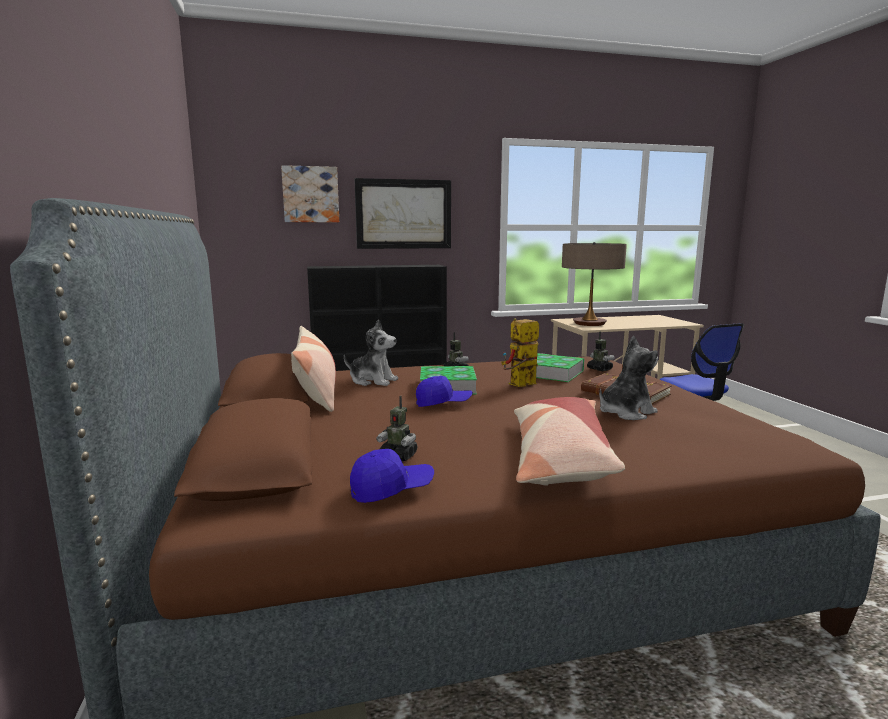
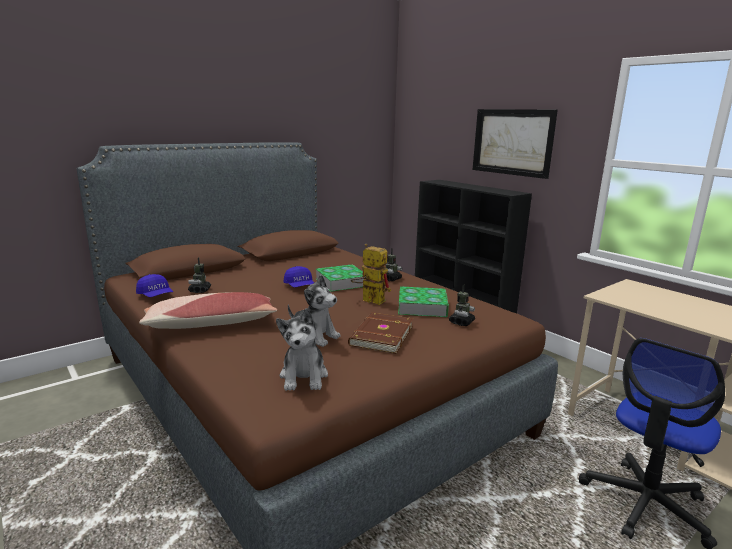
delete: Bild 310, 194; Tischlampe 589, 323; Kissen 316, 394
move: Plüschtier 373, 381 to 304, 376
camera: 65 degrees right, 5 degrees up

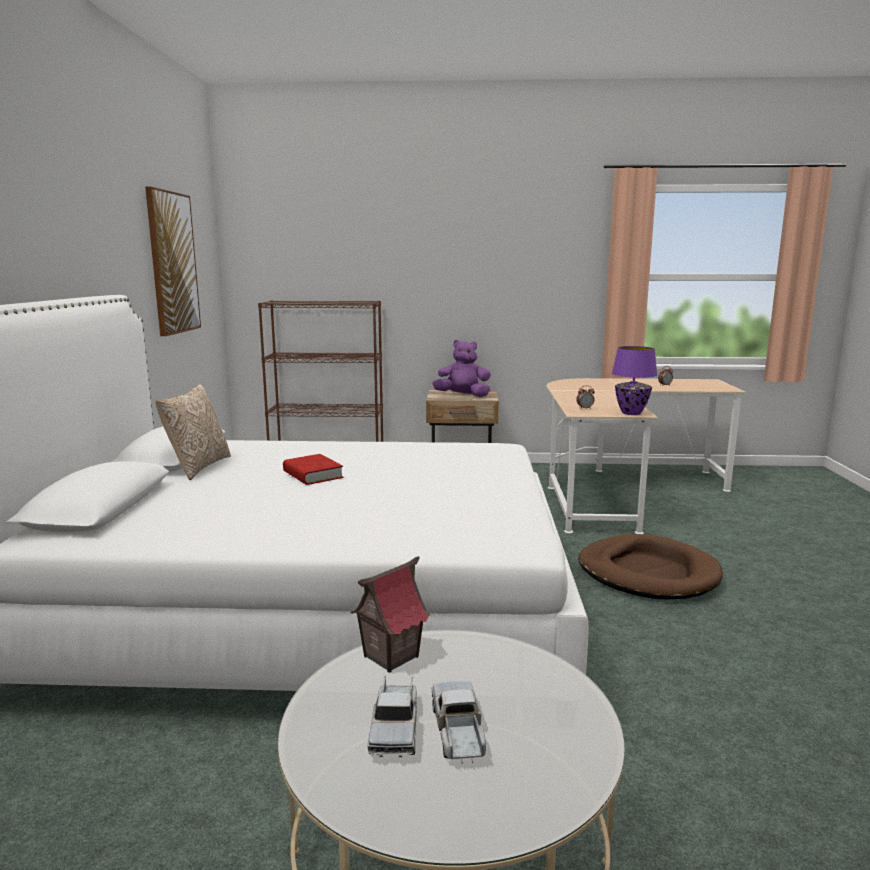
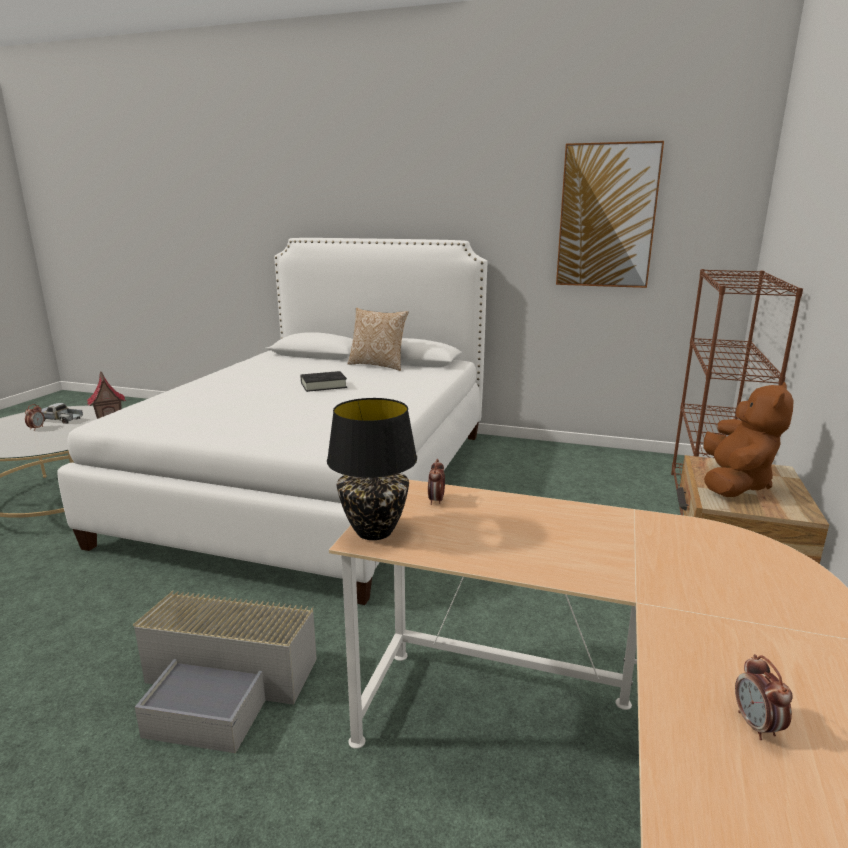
replace: Hundebett (braun) 647, 573 to Aufbewahrungsbox (grau) 226, 685; Spielzeuglaster 458, 732 to Wecker 36, 428
recolor: Plüschtier (lila) 463, 396 to Plüschtier (braun) 734, 484; Tischlampe (lila) 631, 413 to Tischlampe (schwarz) 374, 532; Buch (rot) 312, 475 to Buch (schwarz) 323, 385
camera: 105 degrees right, 5 degrees up

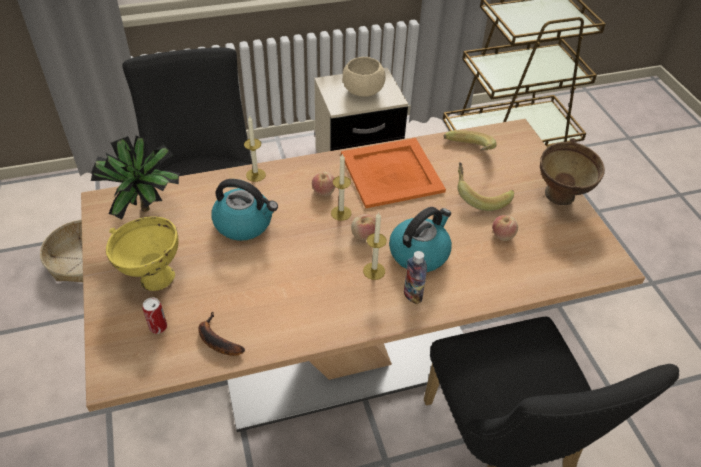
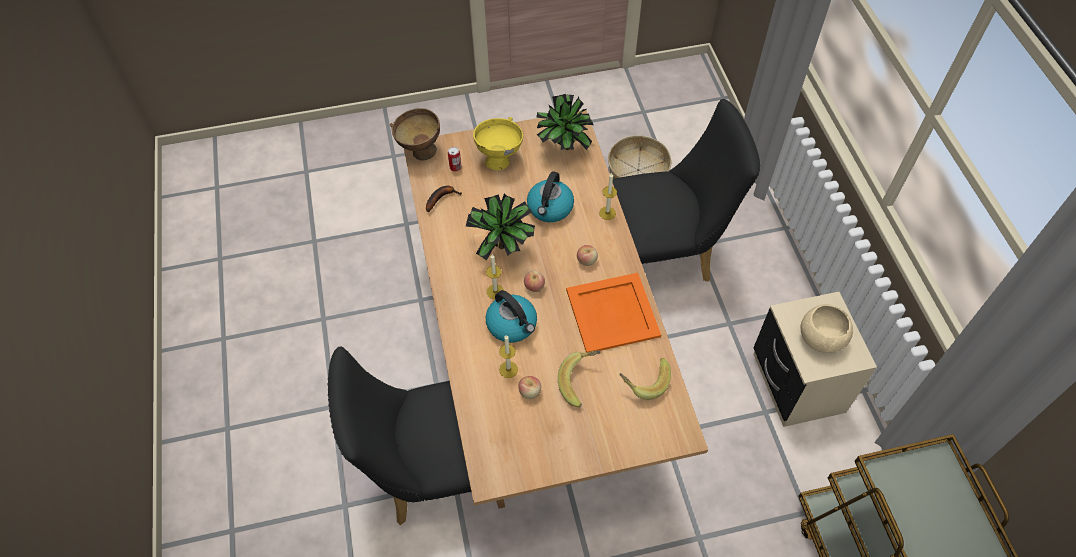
delete: Flasche 412, 295
insert: Topfpflanze 503, 250
move: Schüssel (braun) 560, 200 to 419, 151; Kerze 341, 213 to 508, 369
camera: 95 degrees right, 10 degrees up

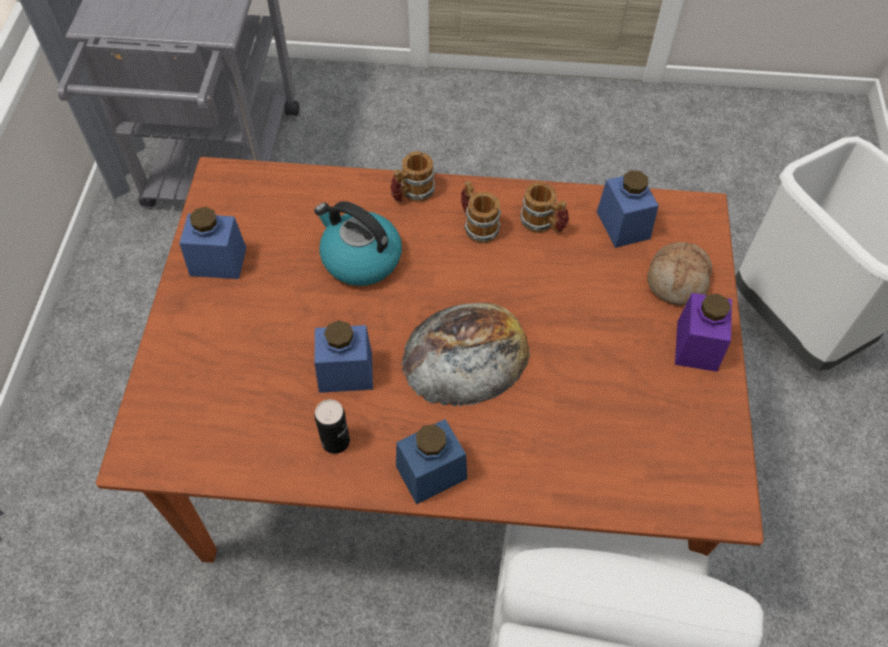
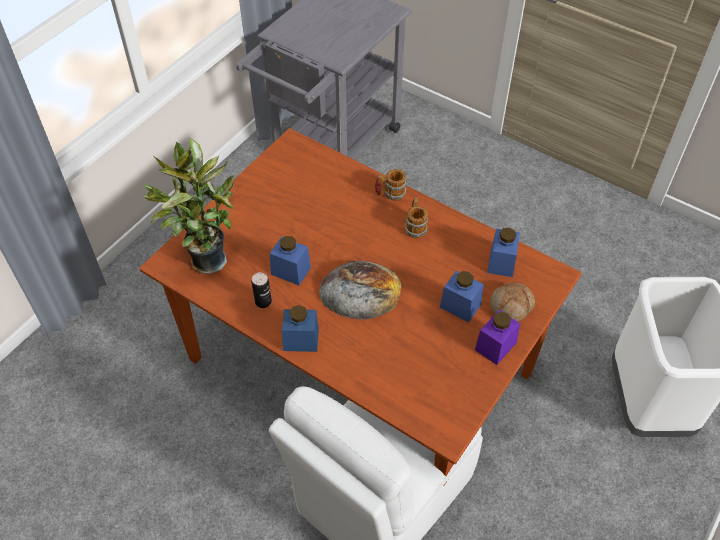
delete: Henkelbecher 543, 224; Wasserkessel 360, 258
insert: Topfpflanze 205, 259
move: Vorratsglas (blau) 218, 261 to 460, 305
camera: 30 degrees right, 5 degrees down

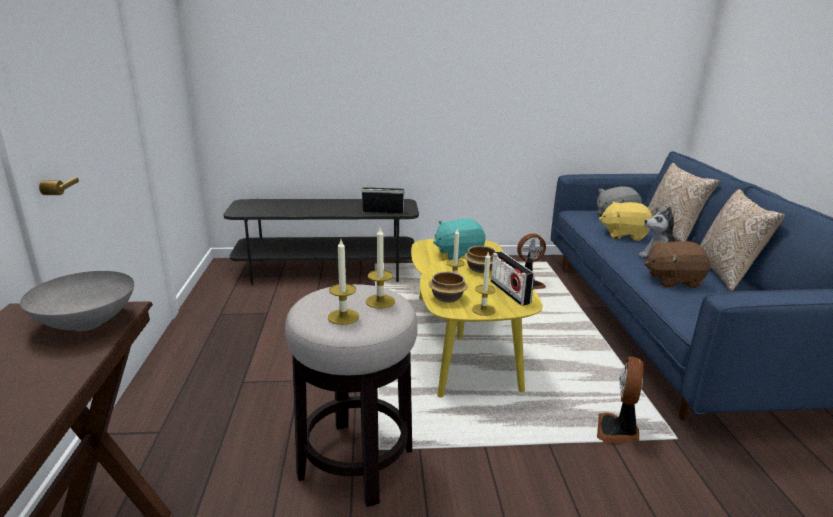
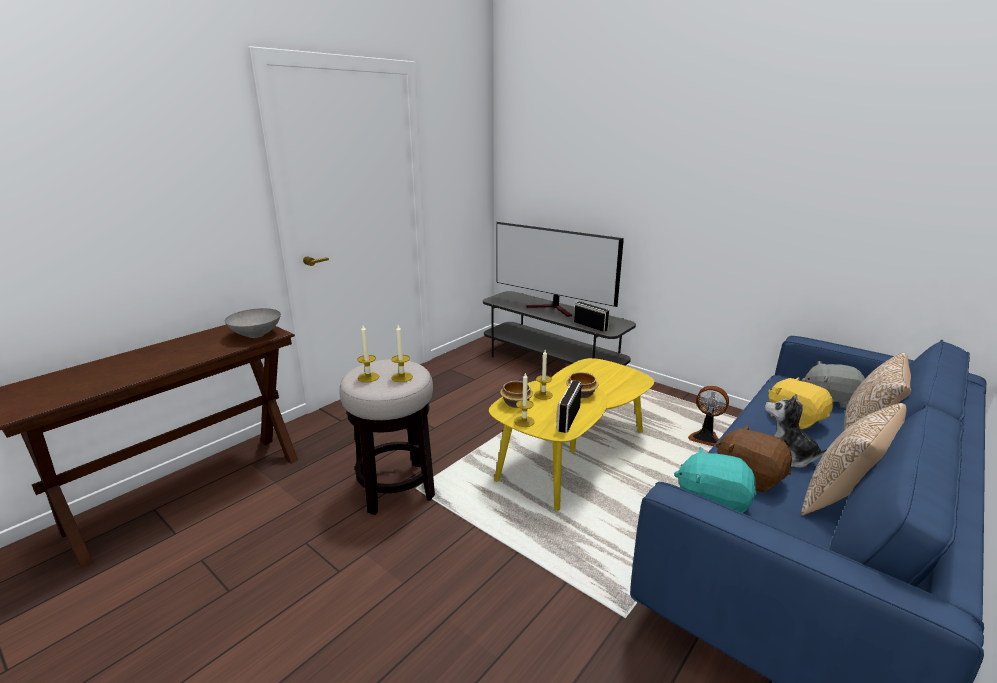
delete: Ventilator 618, 431
insert: Fernseher 553, 309
move: Plüschtier (türkis) 458, 254 to 712, 501
camera: 45 degrees right, 0 degrees up

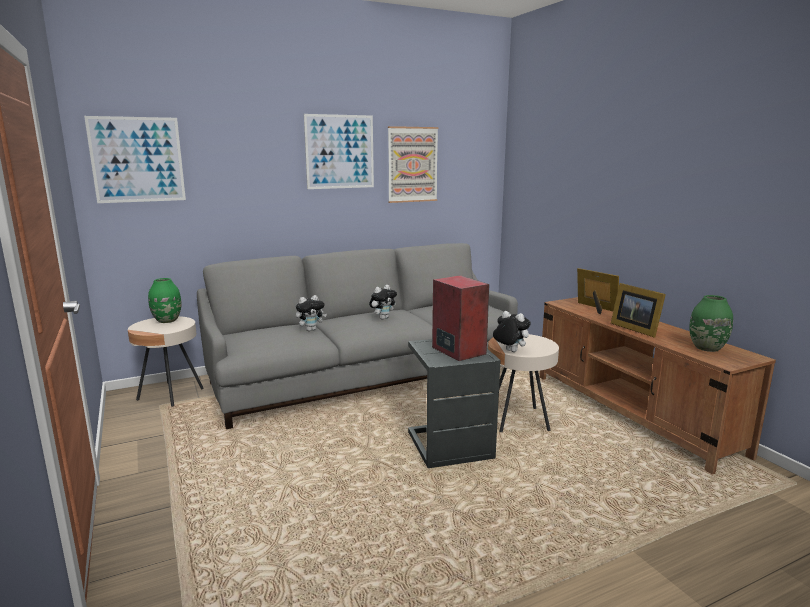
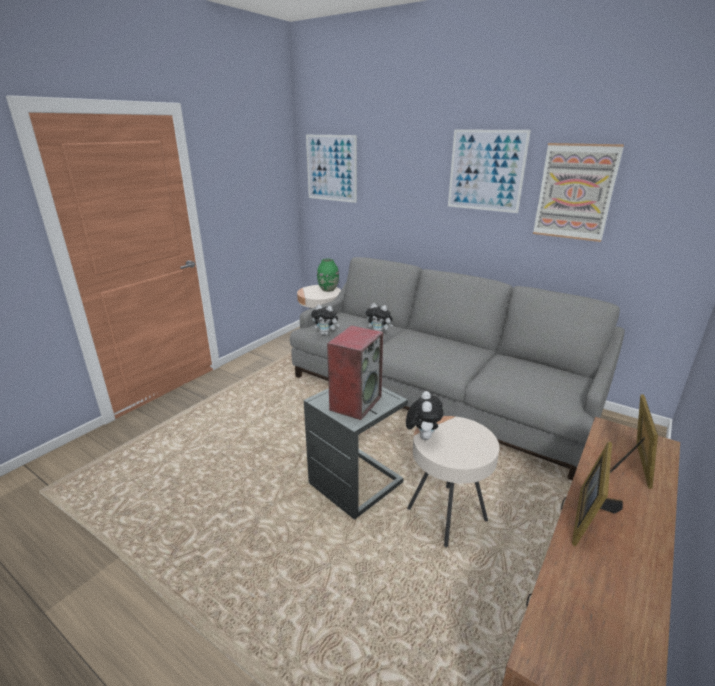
delete: Vase (grün) 706, 348
move: Plüschtier 383, 318 to 326, 334
camera: 60 degrees right, 10 degrees up

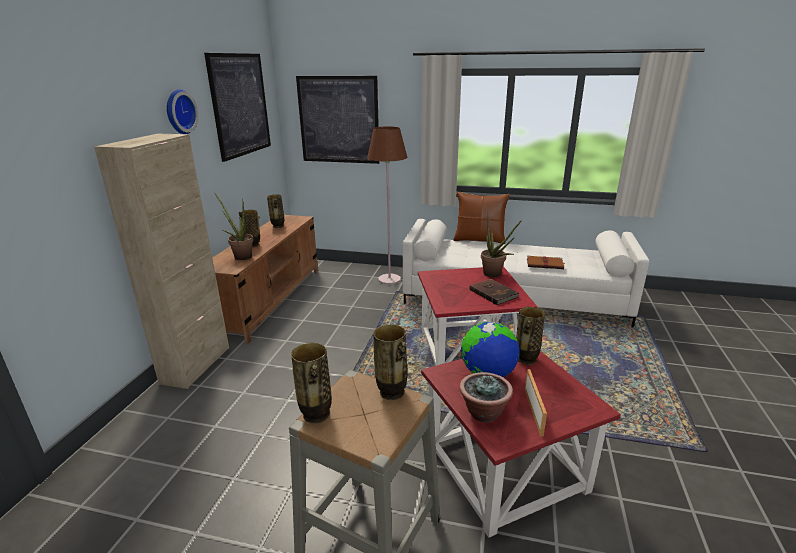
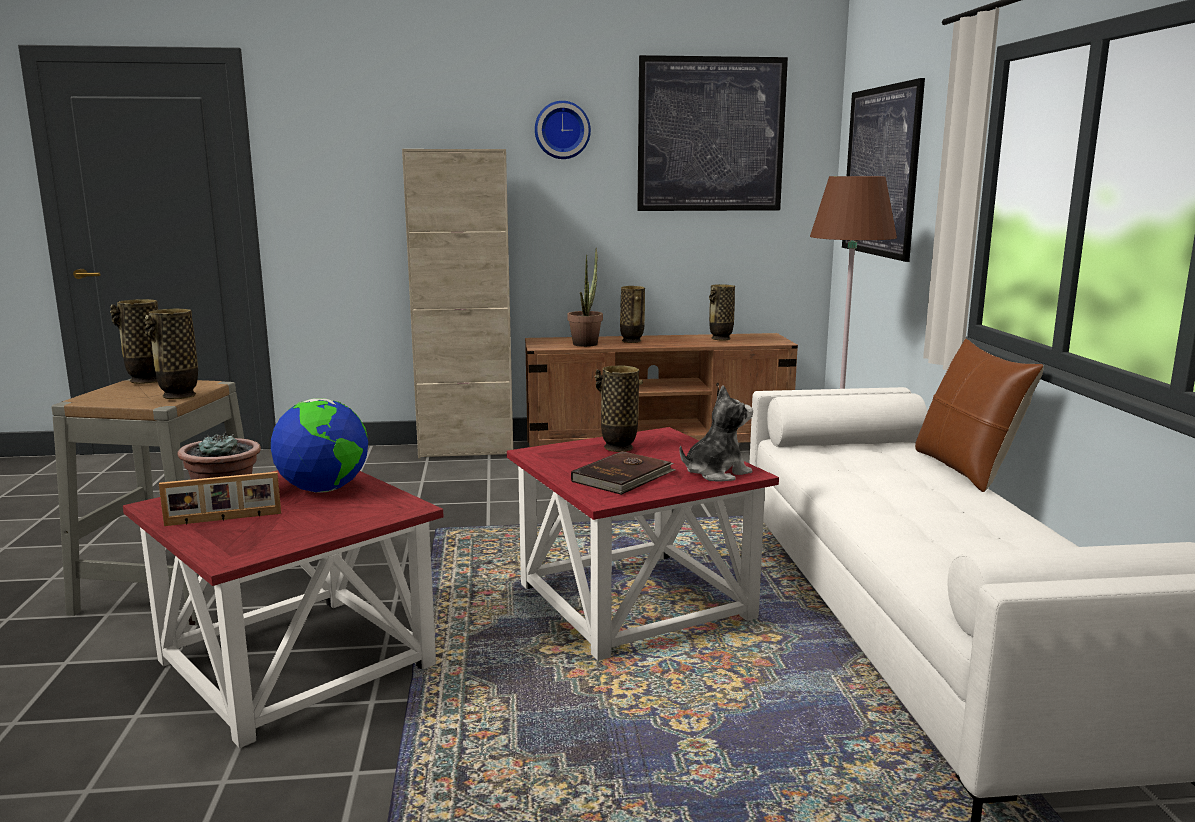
delete: Buch (braun) 545, 264
move: Vase 526, 359 to 618, 448
replace: Topfpflanze 495, 275 to Plüschtier 715, 473
camera: 70 degrees right, 10 degrees down

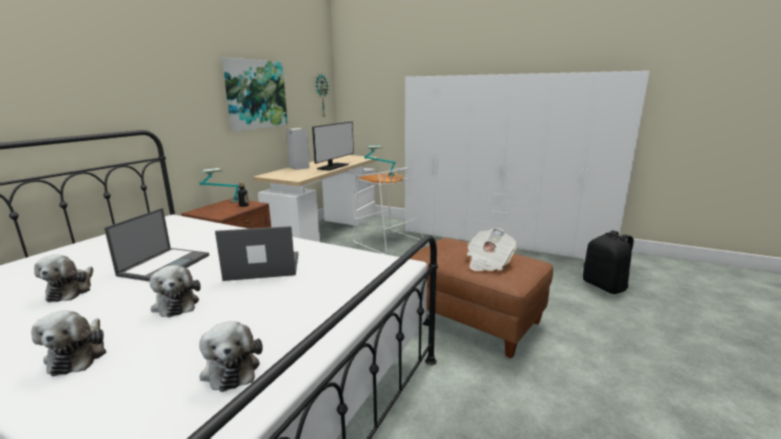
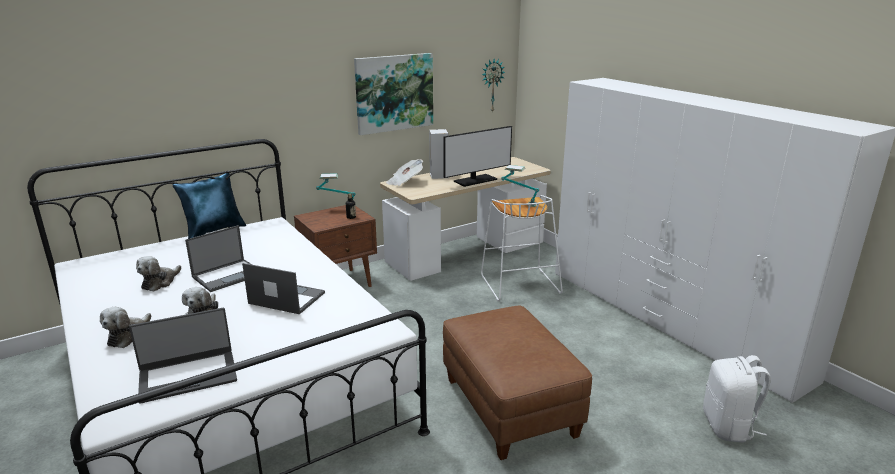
insert: Kissen (blau) 214, 231
move: Zeitung 488, 262 to 405, 182
replace: Plüschtier 231, 368 to Laptop 188, 376
recolor: Rucksack (schwarz) 605, 286 to Rucksack (weiß) 728, 427
camera: 30 degrees right, 5 degrees up

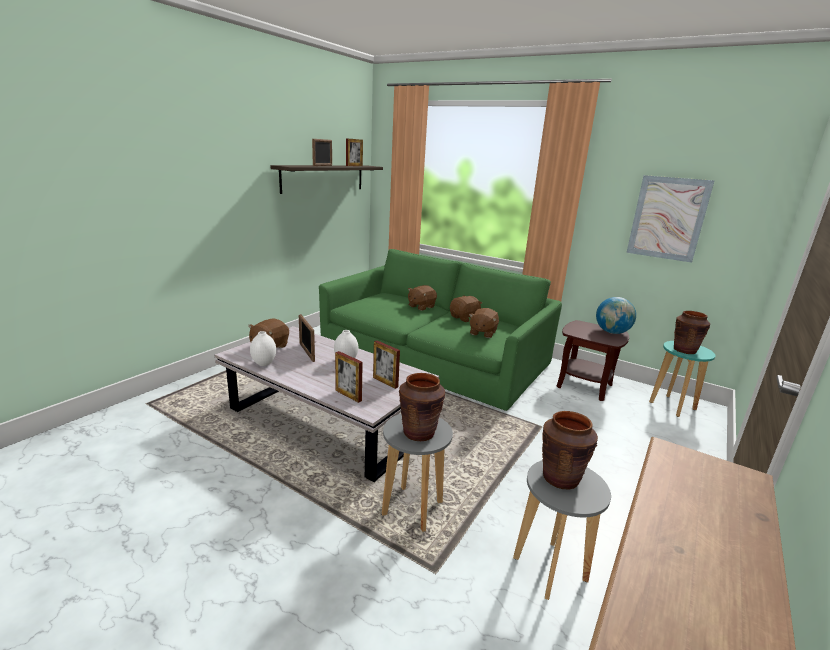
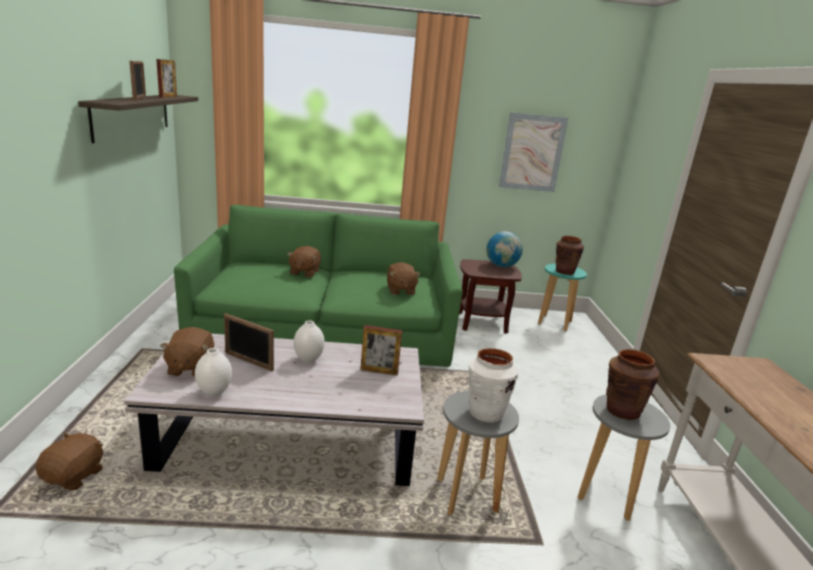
delete: Bilderrahmen 348, 395
move: Plüschtier (braun) 465, 318 to 74, 476
recolor: Vase (braun) 419, 433 to Vase (weiß) 485, 413
camera: 35 degrees left, 0 degrees up

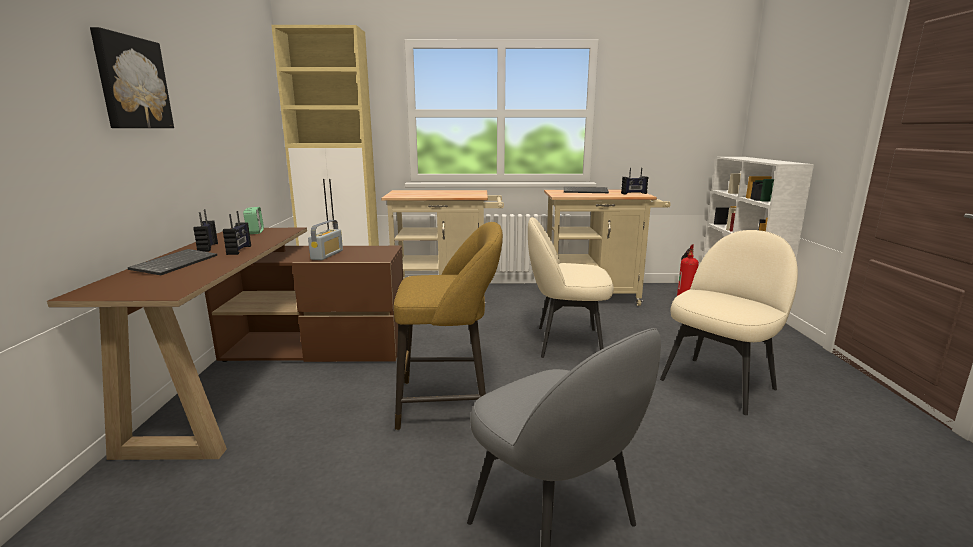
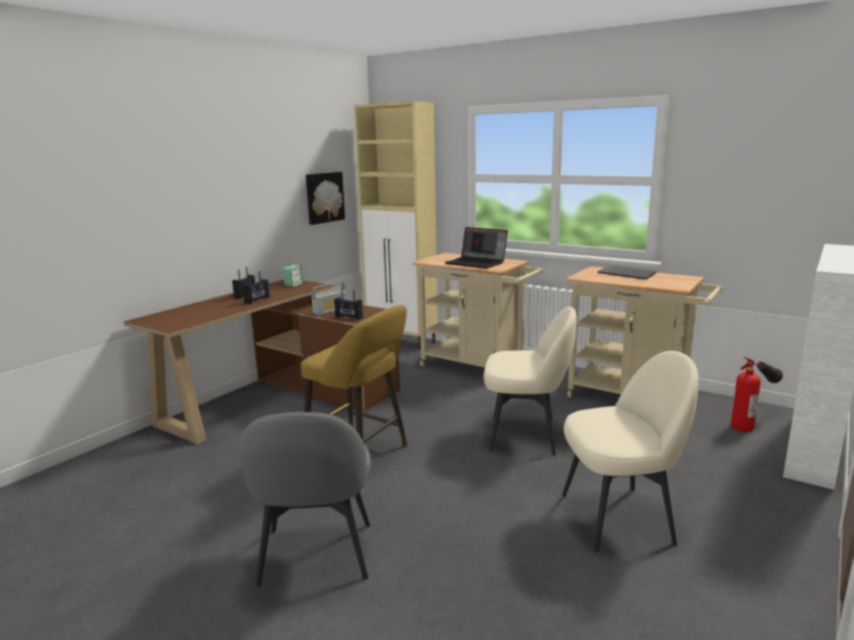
delete: Tastatur 175, 263
insert: Laptop 477, 263
move: Bild 131, 83 to 324, 197; Radio 634, 193 to 349, 317
rotate: Stuhl (beige) 566, 342 = 525, 435 150 degrees clockwise
camera: 35 degrees right, 0 degrees up

